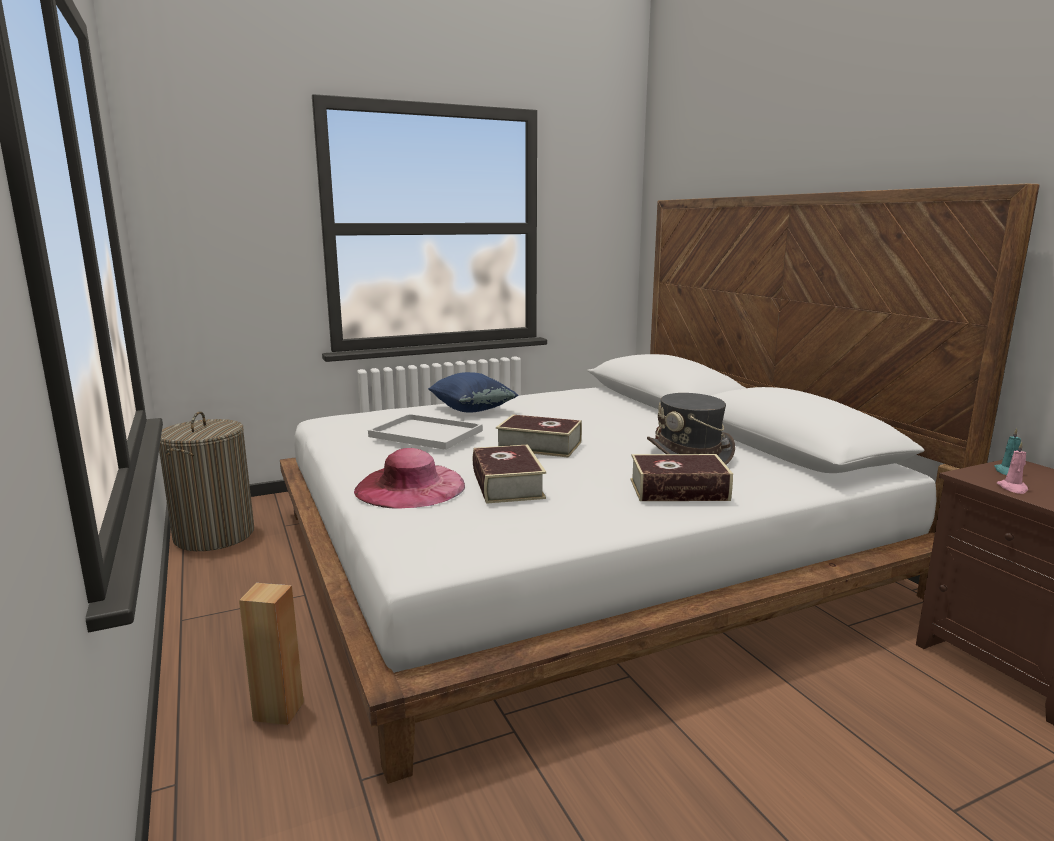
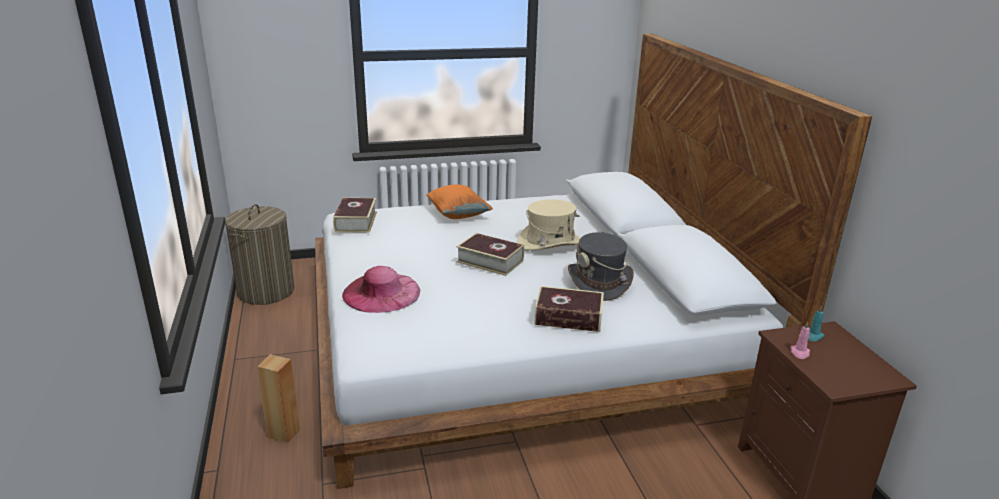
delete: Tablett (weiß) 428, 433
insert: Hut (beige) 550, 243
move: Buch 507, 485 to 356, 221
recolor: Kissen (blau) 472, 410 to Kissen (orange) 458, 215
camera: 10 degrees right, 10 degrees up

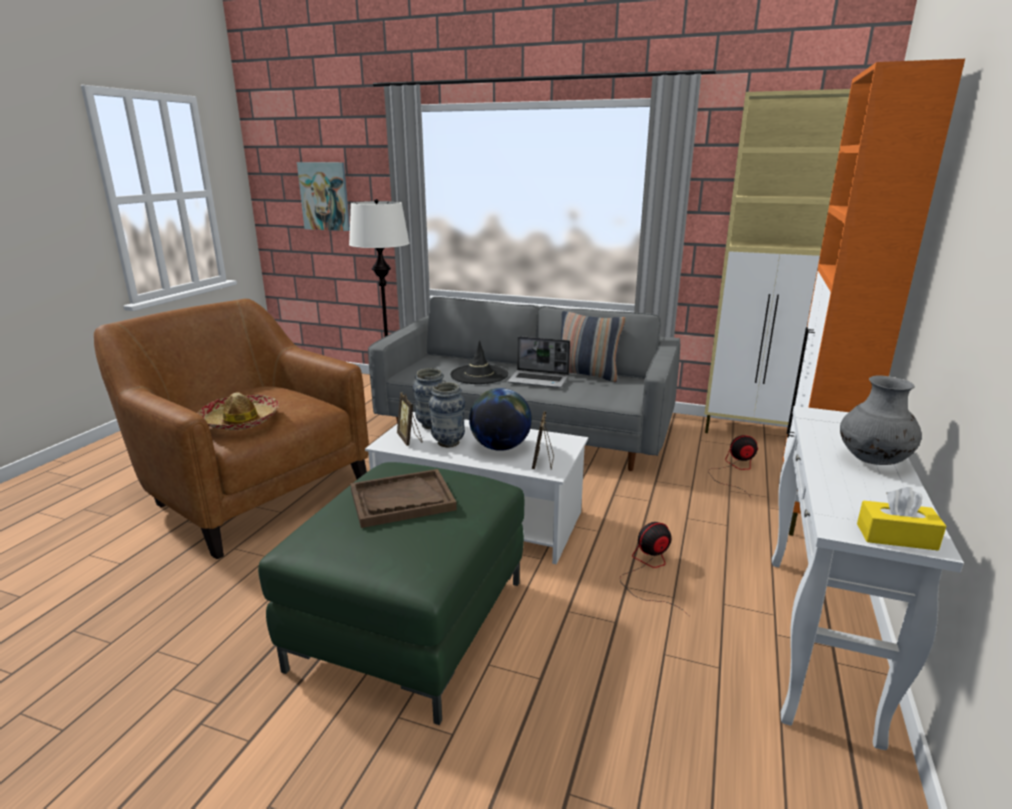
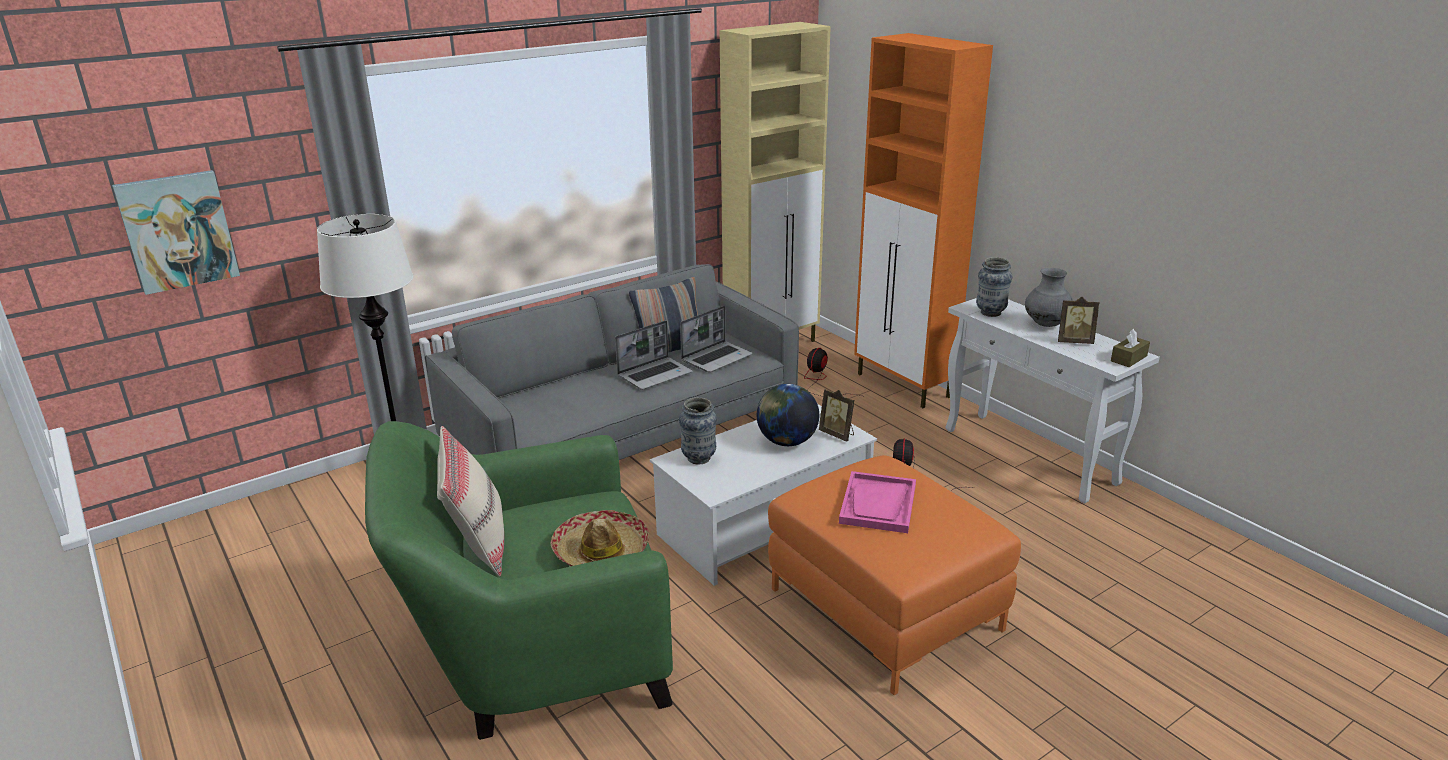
delete: Hut (schwarz) 479, 375
insert: Laptop 717, 358; Kissen (beige) 478, 544
move: Vase 448, 442 to 990, 313; Bilderrahmen 410, 439 to 1074, 341
recolor: Sessel (braun) 251, 490 to Sessel (grün) 535, 652; Polsterhocker (grün) 412, 623 to Polsterhocker (orange) 885, 609; Tablett (braun) 402, 500 to Tablett (rosa) 878, 504; Taschentuchbox (gelb) 896, 537 to Taschentuchbox (braun) 1128, 358
camera: 55 degrees left, 5 degrees up

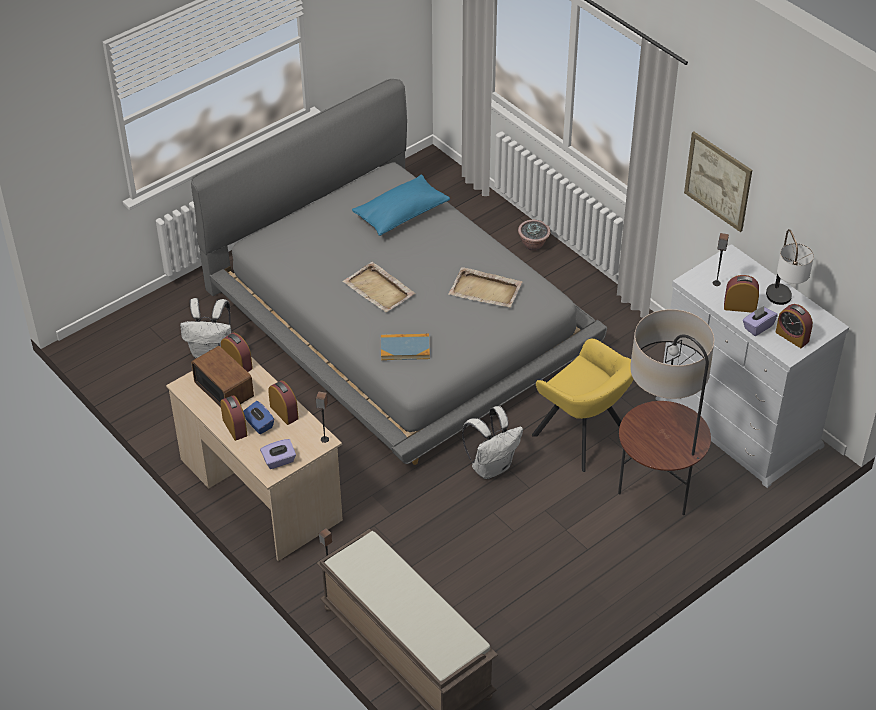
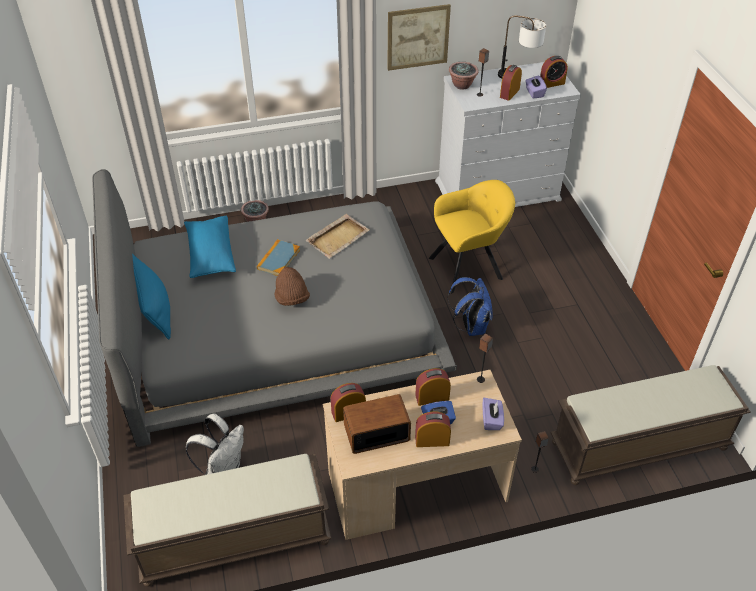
delete: Stehlampe 656, 494
insert: Topfpflanze 462, 85; Kissen (blau) 155, 310; Bank (braun) 233, 540
move: Buch 405, 348 to 278, 259
replace: Tablett (beige) 379, 290 to Hut (braun) 292, 298
recolor: Rucksack (weiß) 491, 466 to Rucksack (blau) 471, 326
camera: 65 degrees left, 0 degrees up

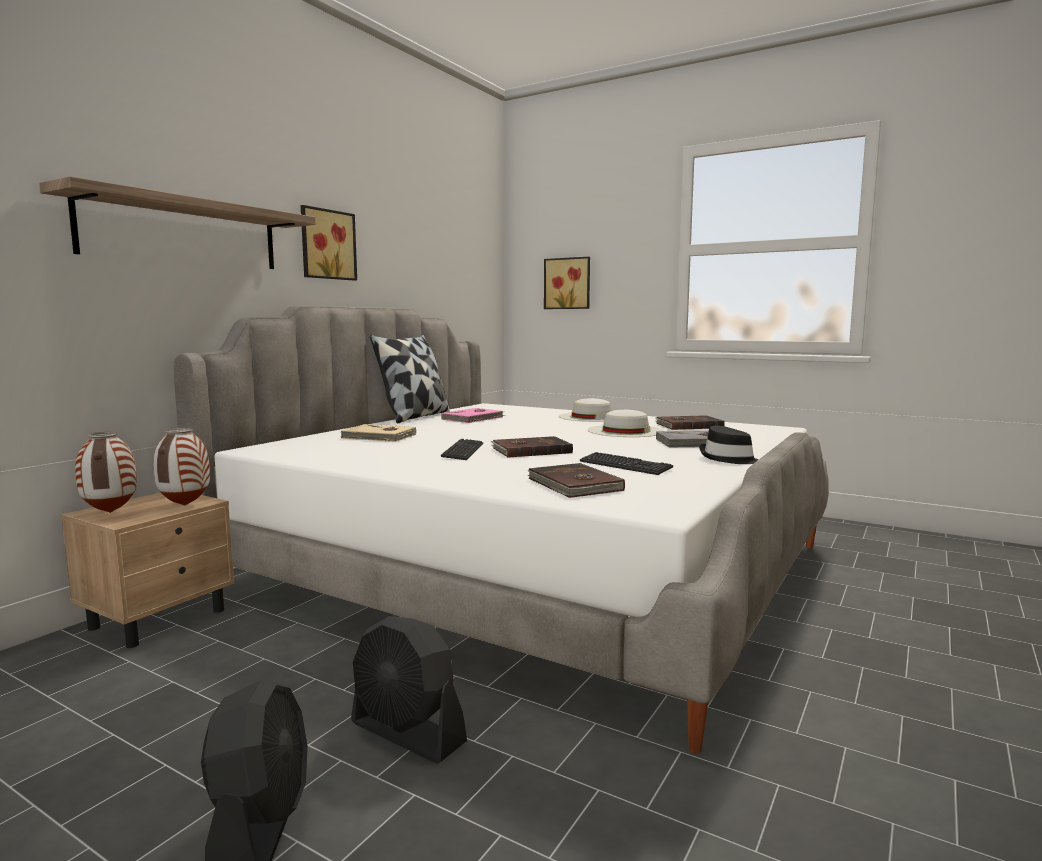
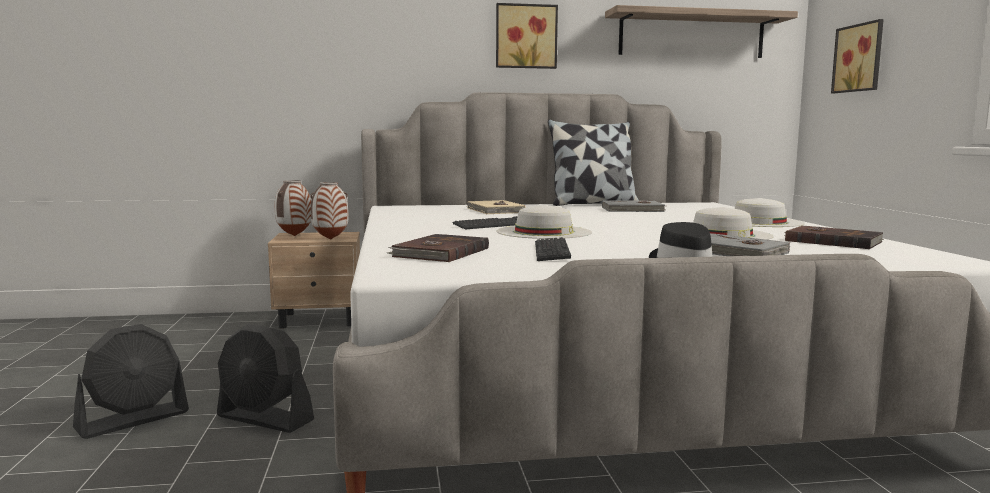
move: Wandregal 183, 233 to 691, 35
replace: Buch (braun) 530, 450 to Hut (weiß) 544, 232
recolor: Buch (rosa) 473, 418 to Buch (grau) 633, 210
rotate: Ventilator (schwarz) 407, 733 = 265, 419 60 degrees counterclockwise
camera: 50 degrees right, 0 degrees up

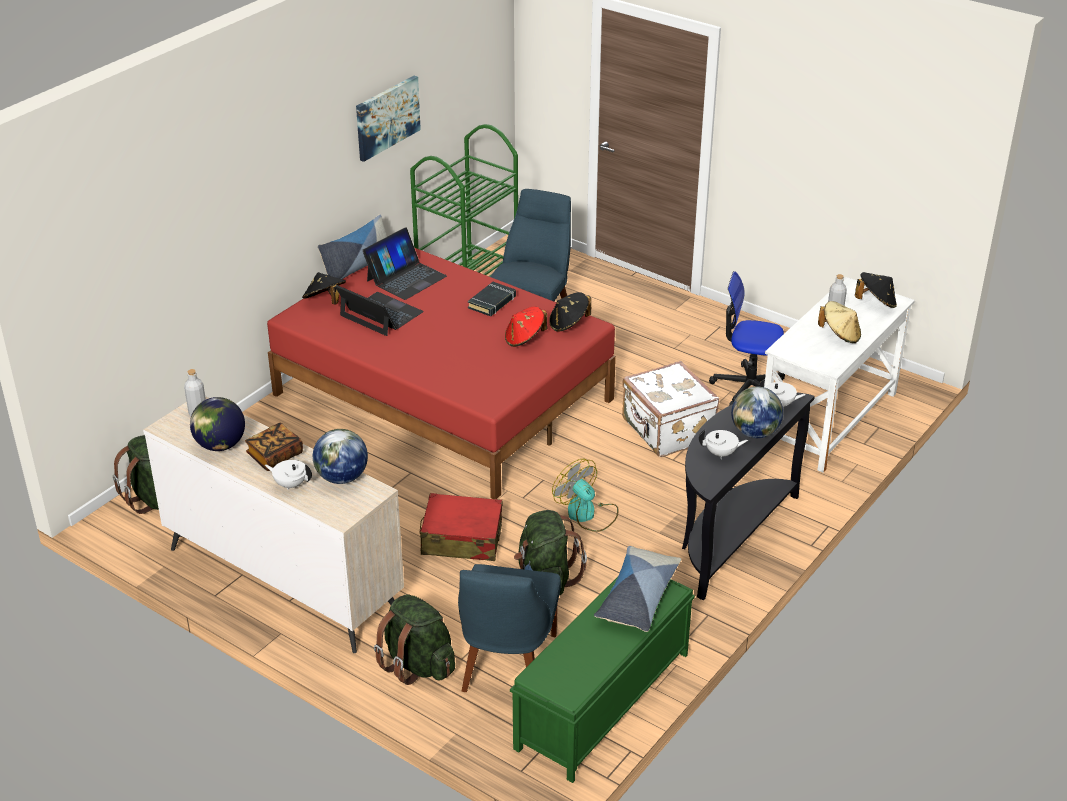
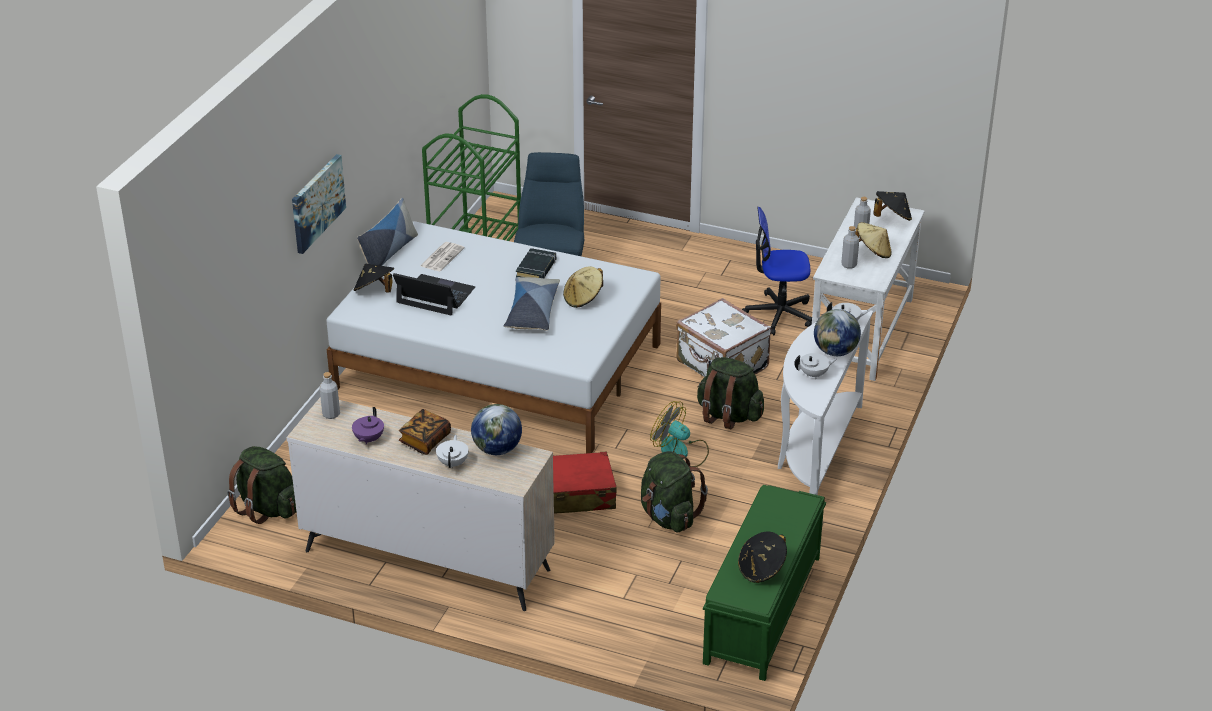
delete: Stuhl (blau) 507, 666
insert: Flasche (grau) 849, 265
move: Bild 387, 117 to 317, 203; Hut (schwarz) 568, 324 to 762, 569; Kissen 637, 597 to 532, 311; Rucksack (grün) 417, 664 to 728, 415
replace: Laptop 406, 278 to Zeitung 442, 257; Globus 220, 445 to Teekanne (lila) 368, 439
recolor: Bett (rot) 443, 396 to Bett (weiß) 499, 366; Hut (rot) 524, 339 to Hut (beige) 583, 298; Konsolentisch (schwarz) 729, 537 to Konsolentisch (weiß) 815, 451
rotate: Teekanne (weiß) 290, 484 = 453, 463 90 degrees clockwise
camera: 15 degrees left, 0 degrees up

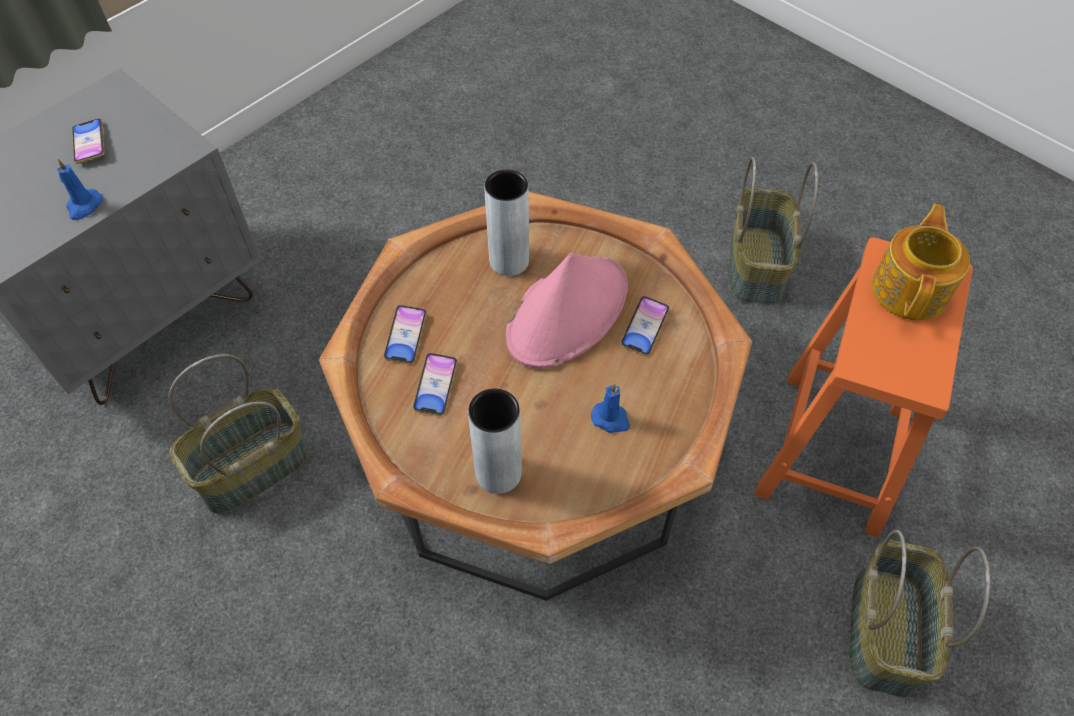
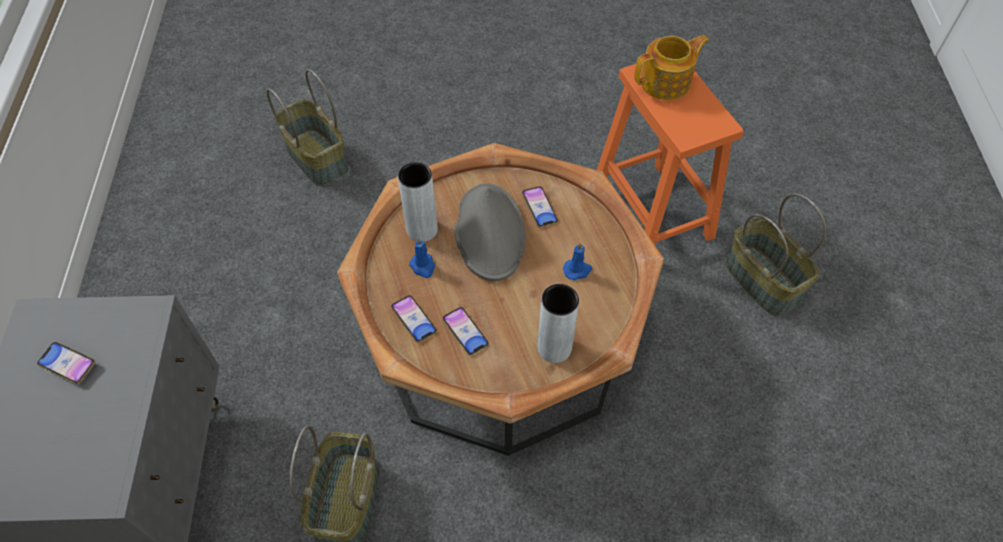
move: Korb 758, 267 to 318, 158; Kerze (blau) 84, 206 to 423, 266
recolor: Hut (rosa) 568, 312 to Hut (grau) 489, 232
rotate: Teekanne 911, 289 = 667, 82 90 degrees clockwise
camera: 45 degrees left, 0 degrees up

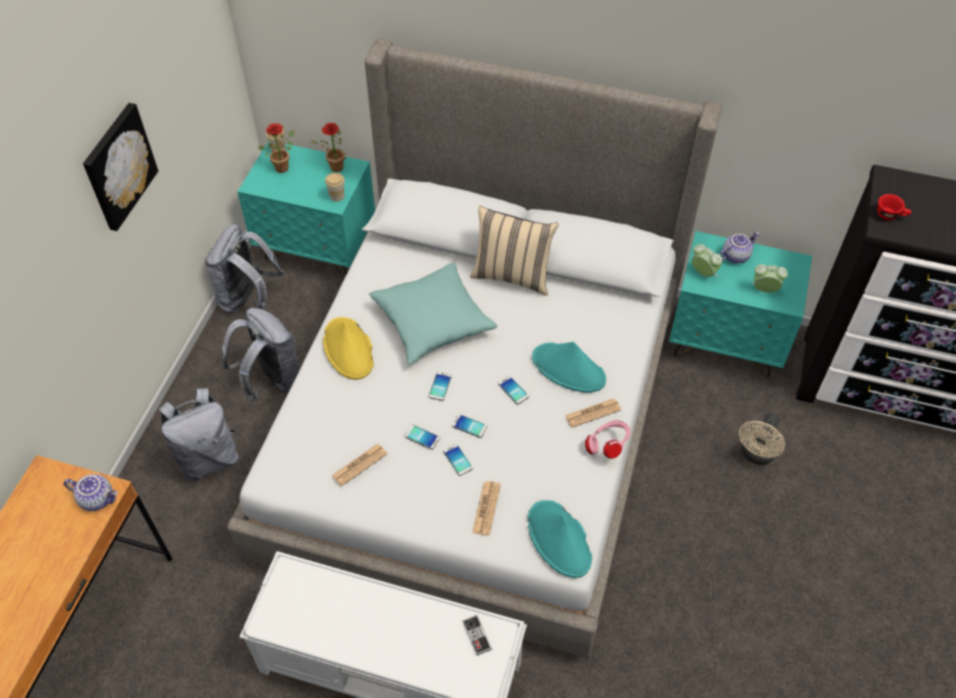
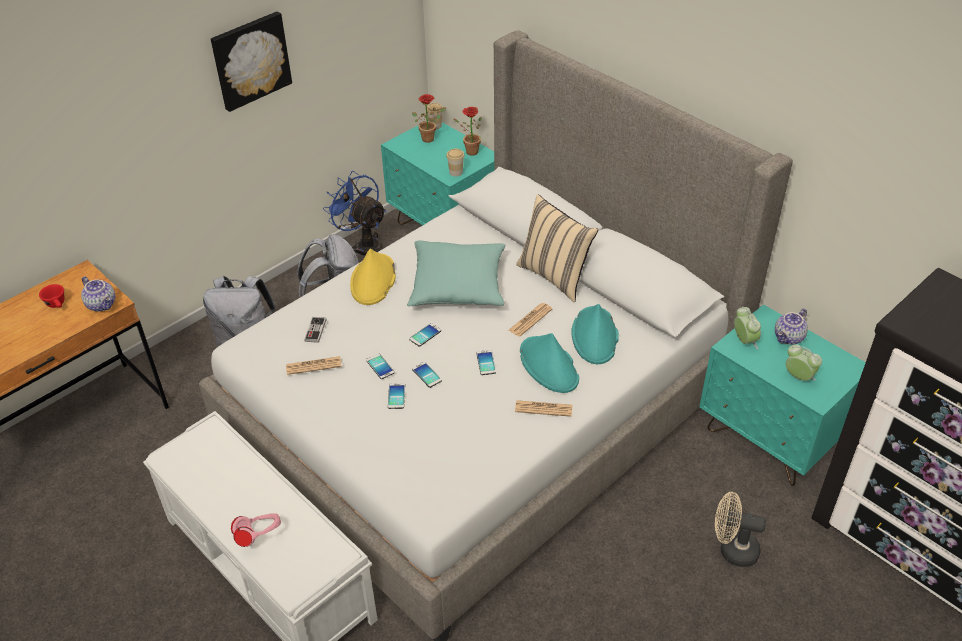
move: Tasse (rot) 890, 215 to 57, 304; Kopfhörer (rosa) 607, 446 to 259, 536; Zeitung 486, 508 to 530, 320; Hut (türkis) 559, 539 to 595, 336; Gamepad 477, 635 to 315, 330
replace: Rucksack (grau) 248, 299 to Ventilator (blau) 363, 246
rotate: Teekanne 735, 255 = 789, 338 135 degrees clockwise; Ventilator (beige) 756, 455 = 732, 549 45 degrees clockwise
camera: 30 degrees right, 10 degrees down

